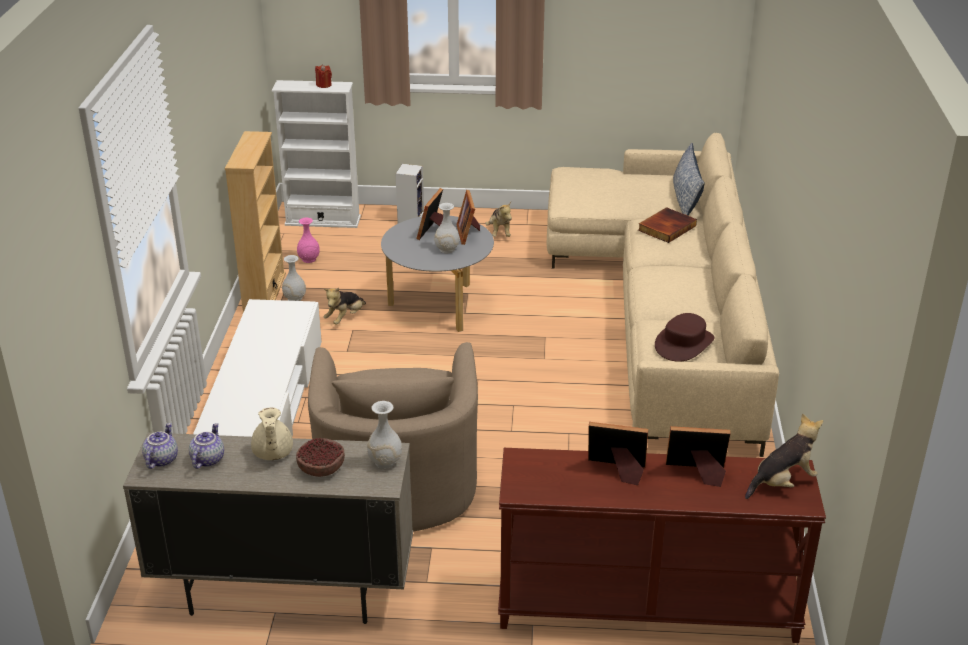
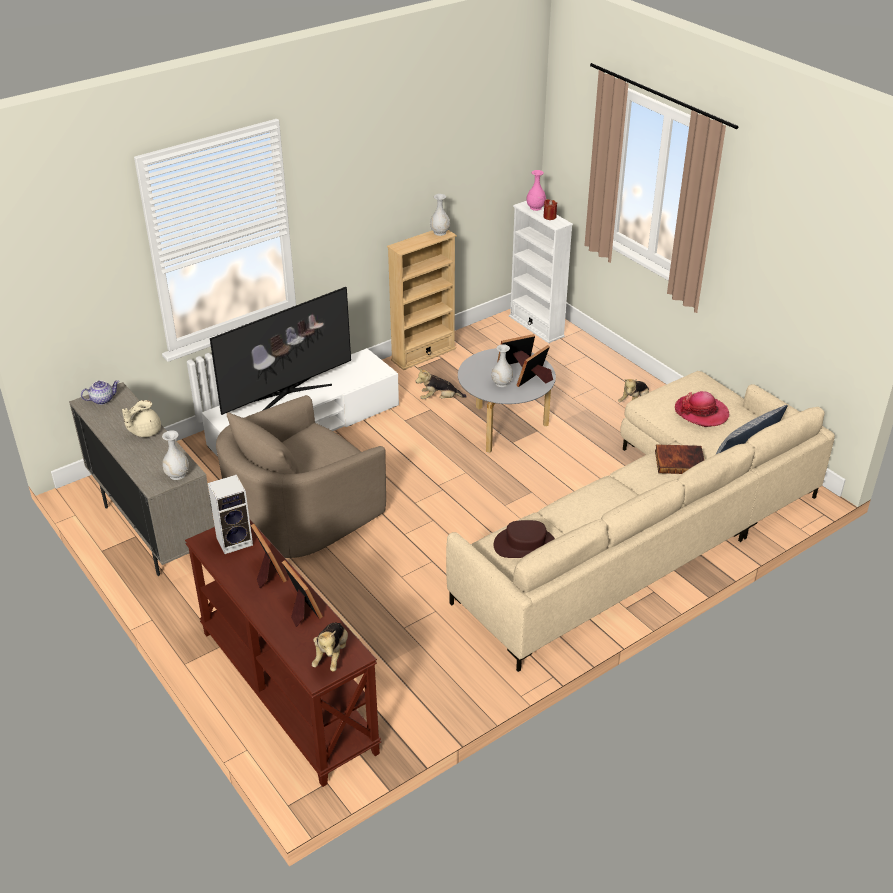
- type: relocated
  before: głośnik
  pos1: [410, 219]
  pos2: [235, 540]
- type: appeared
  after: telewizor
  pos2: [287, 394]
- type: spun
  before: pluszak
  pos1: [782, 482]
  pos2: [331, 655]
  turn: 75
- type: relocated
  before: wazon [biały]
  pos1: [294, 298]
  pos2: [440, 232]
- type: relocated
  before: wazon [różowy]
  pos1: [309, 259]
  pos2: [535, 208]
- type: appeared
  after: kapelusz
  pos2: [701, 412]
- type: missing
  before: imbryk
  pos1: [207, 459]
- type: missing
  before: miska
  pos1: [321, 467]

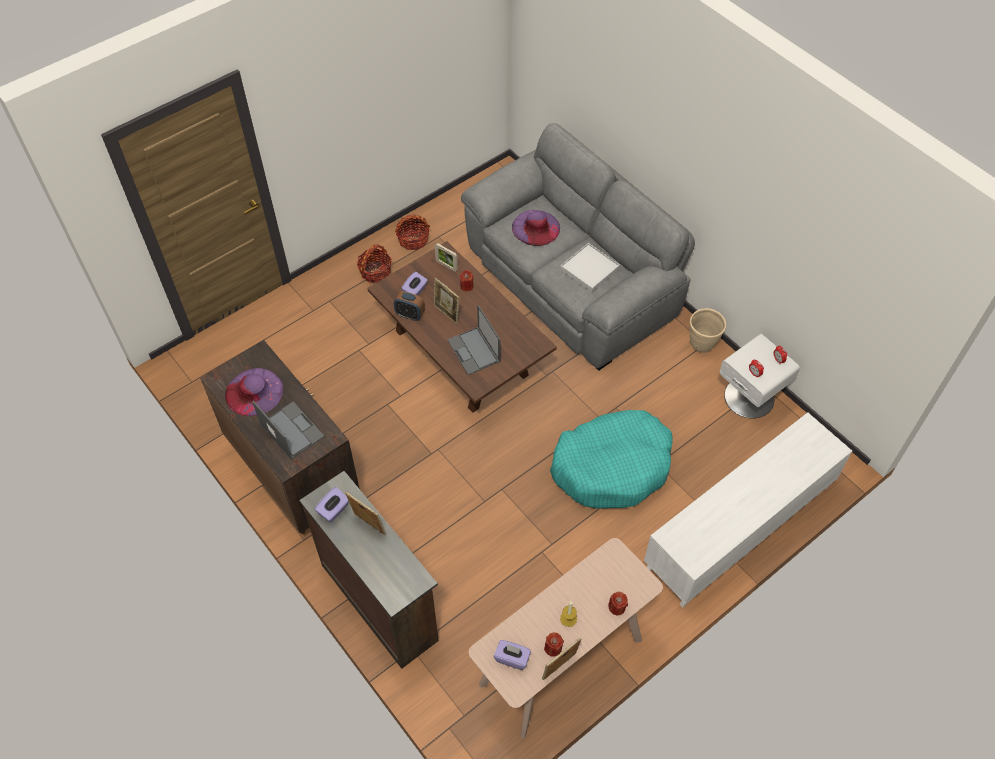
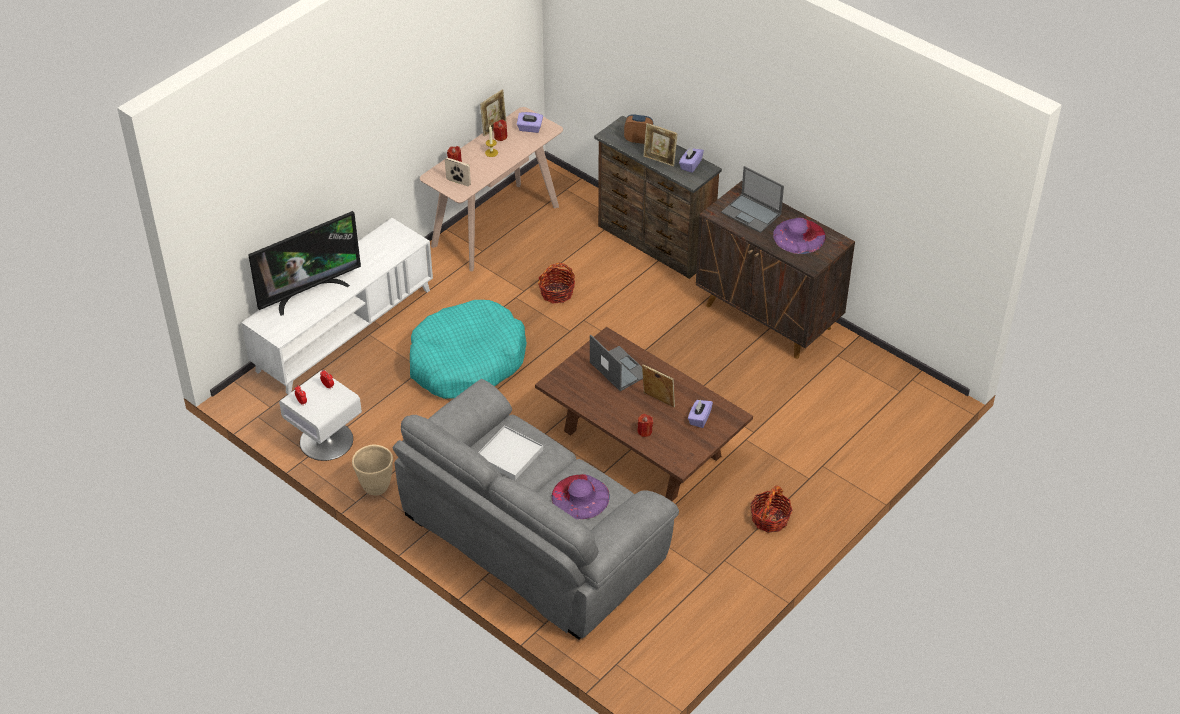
- type: appeared
  after: telewizor
  pos2: [308, 292]
- type: relocated
  before: ramka na zdjęcie
  pos1: [446, 266]
  pos2: [458, 182]
- type: relocated
  before: koszyk
  pos1: [413, 240]
  pos2: [557, 293]
- type: relocated
  before: budzik
  pos1: [410, 315]
  pos2: [638, 139]

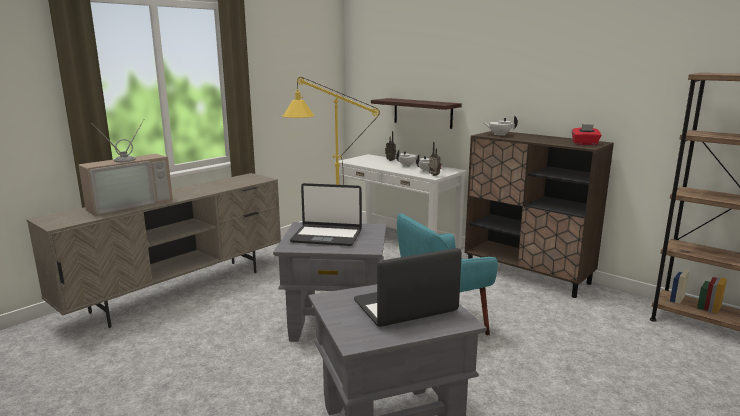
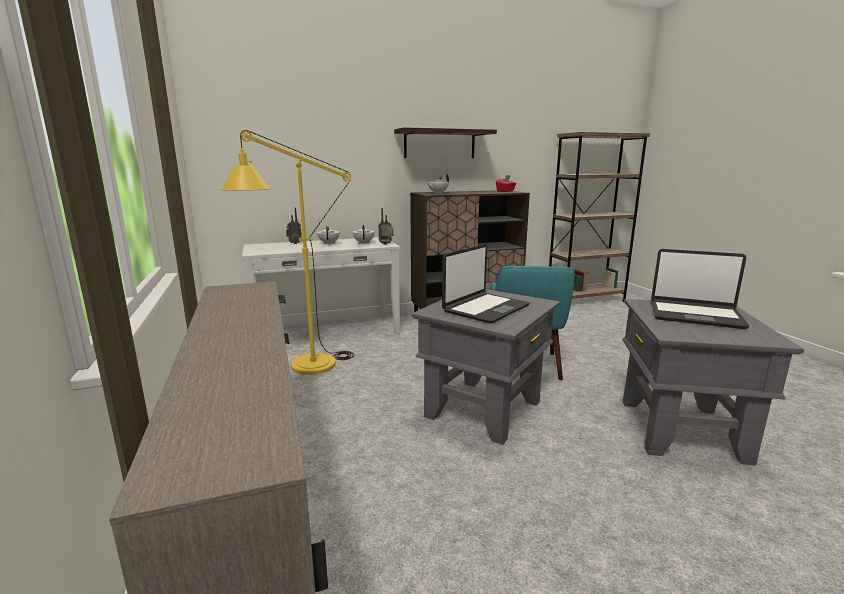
- type: relocated
  before: półka
  pos1: [422, 113]
  pos2: [439, 144]
- type: spun
  before: laptop
  pos1: [405, 307]
  pos2: [695, 315]
  turn: -75
- type: missing
  before: telewizor
  pos1: [129, 204]

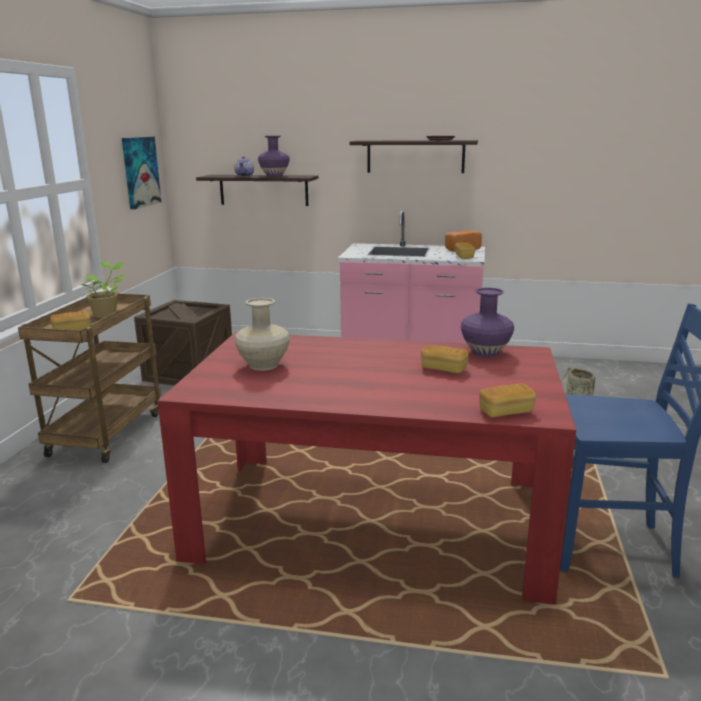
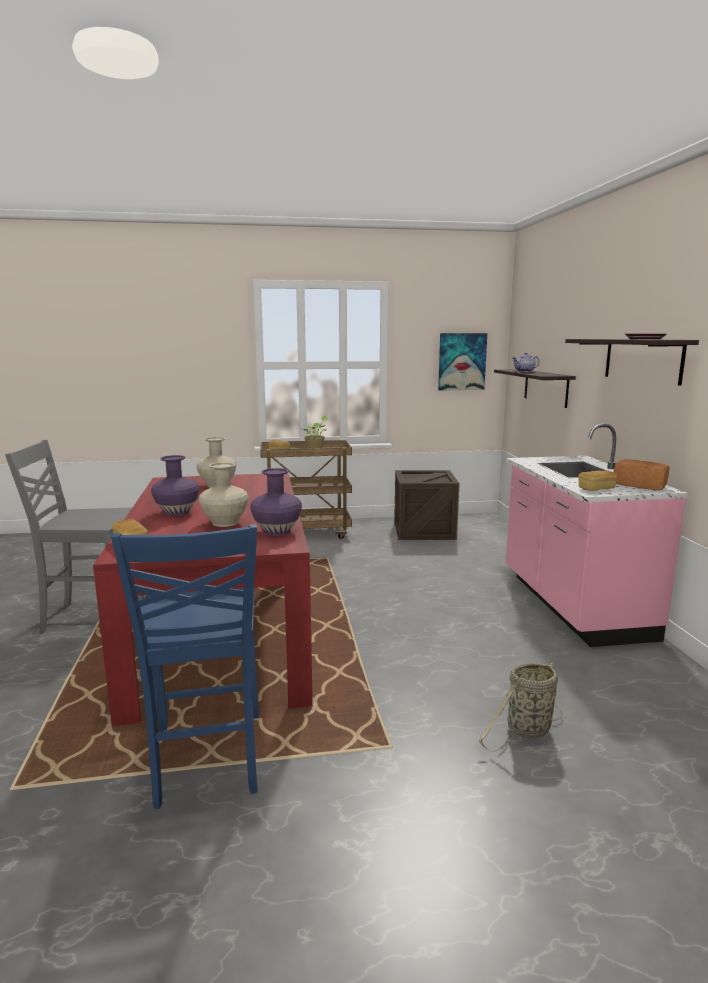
- type: appeared
  after: krzesło [szary]
  pos2: [91, 616]
- type: relocated
  before: wazon [fioletowy]
  pos1: [274, 175]
  pos2: [177, 512]
- type: exchanged
  before: chleb
  after: wazon [beżowy]
  pos1: [444, 369]
  pos2: [225, 522]

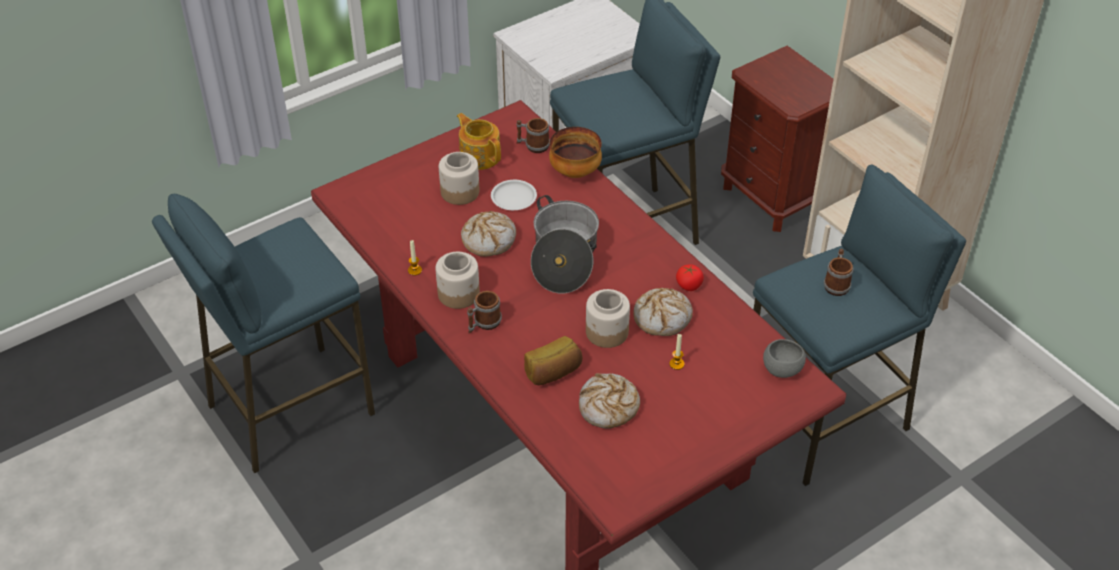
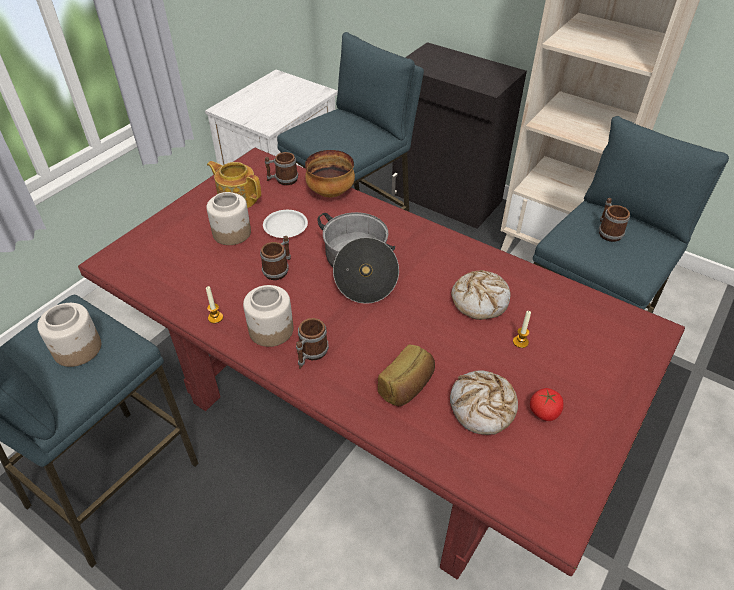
- type: relocated
  before: słoik
  pos1: [607, 332]
  pos2: [77, 349]
- type: exchanged
  before: chleb
  after: kubek
  pos1: [489, 239]
  pos2: [279, 269]
- type: exchanged
  before: szafka nocna [brązowy]
  after: szafka [czarny]
  pos1: [772, 197]
  pos2: [446, 198]
- type: relocated
  before: pomidor
  pos1: [689, 285]
  pos2: [544, 412]
- type: missing
  before: miska [szary]
  pos1: [782, 370]

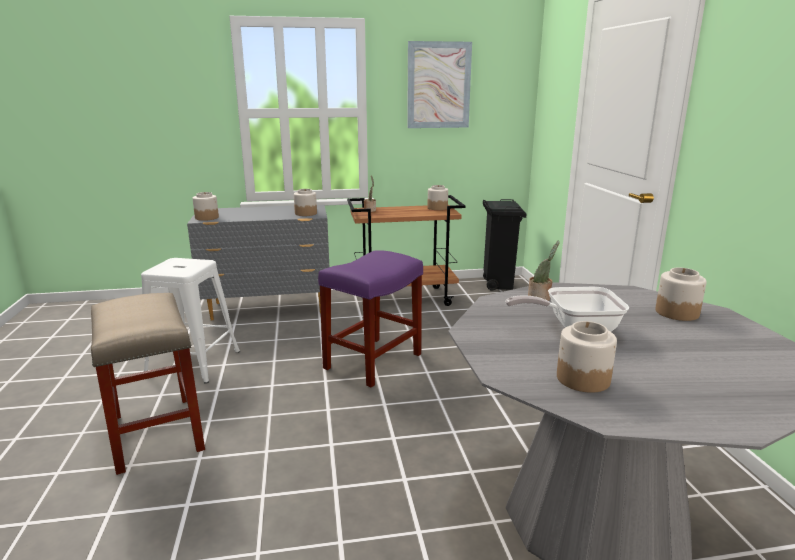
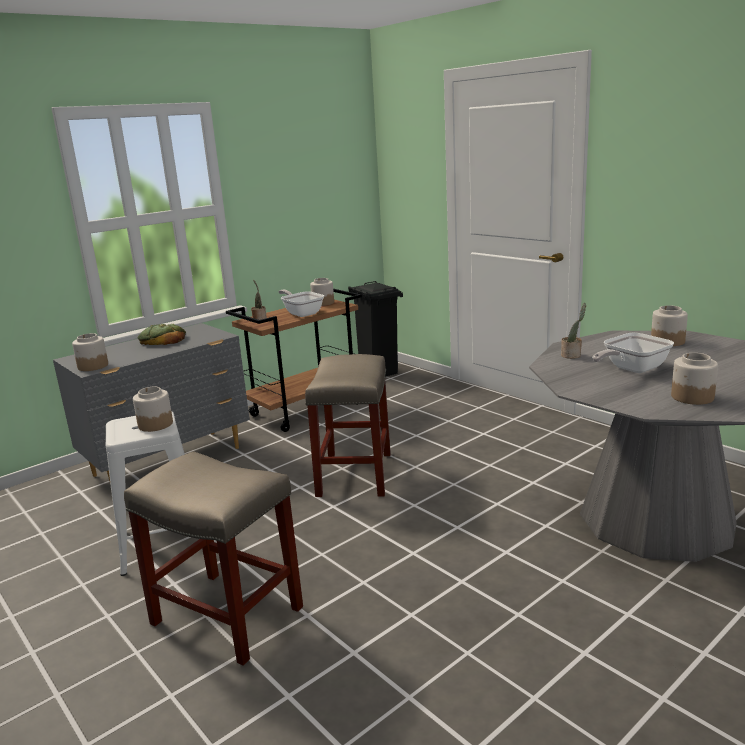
- type: relocated
  before: słoik
  pos1: [306, 213]
  pos2: [155, 424]
- type: appeared
  after: chleb
  pos2: [163, 340]
- type: appeared
  after: patelnia
  pos2: [301, 313]
- type: colour
  before: stołek [fioletowy]
  after: stołek [beżowy]
  pos1: [373, 360]
  pos2: [354, 473]
- type: missing
  before: obraz
  pos1: [438, 85]

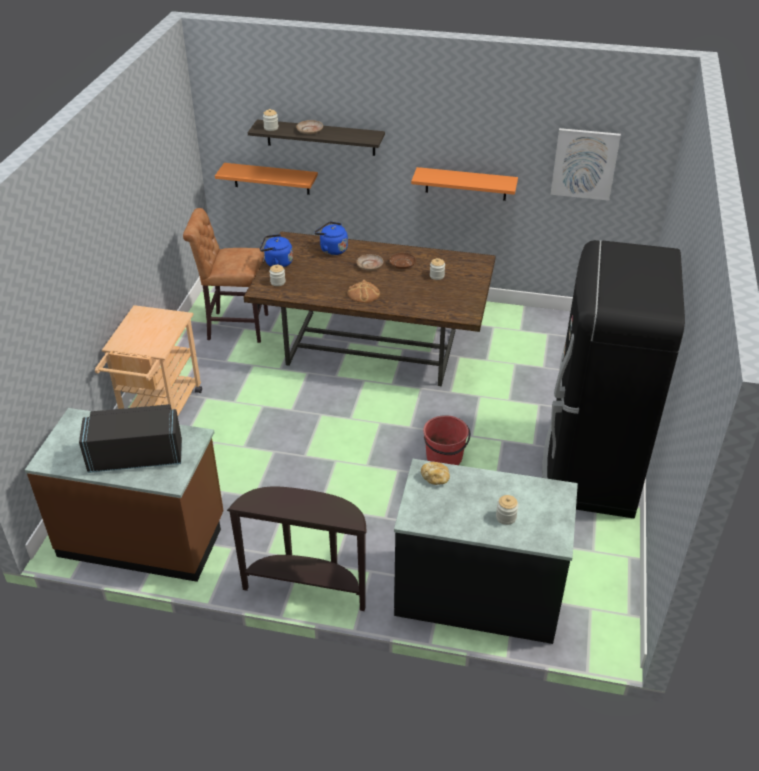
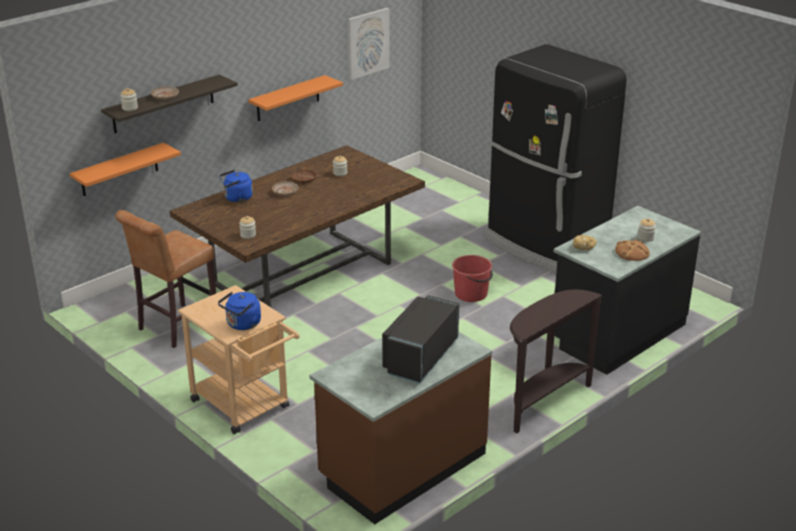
- type: relocated
  before: czajnik [niebieski]
  pos1: [277, 263]
  pos2: [242, 325]
- type: relocated
  before: chleb
  pos1: [364, 294]
  pos2: [632, 252]

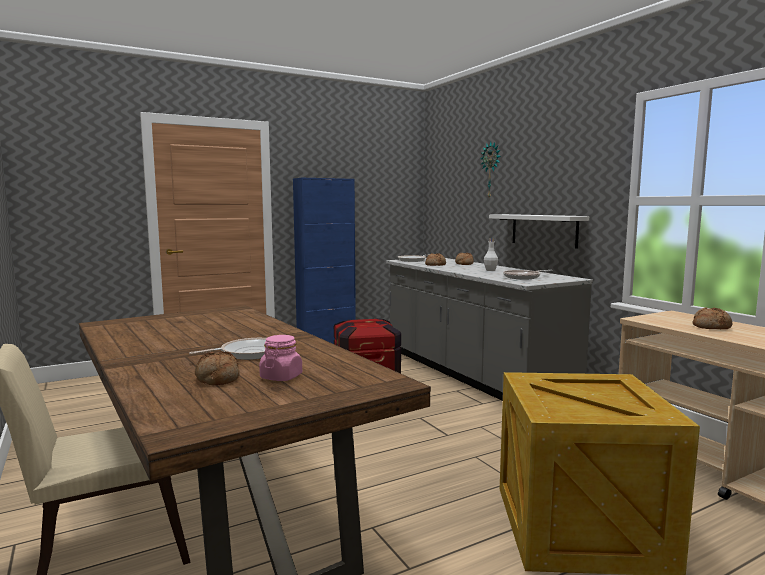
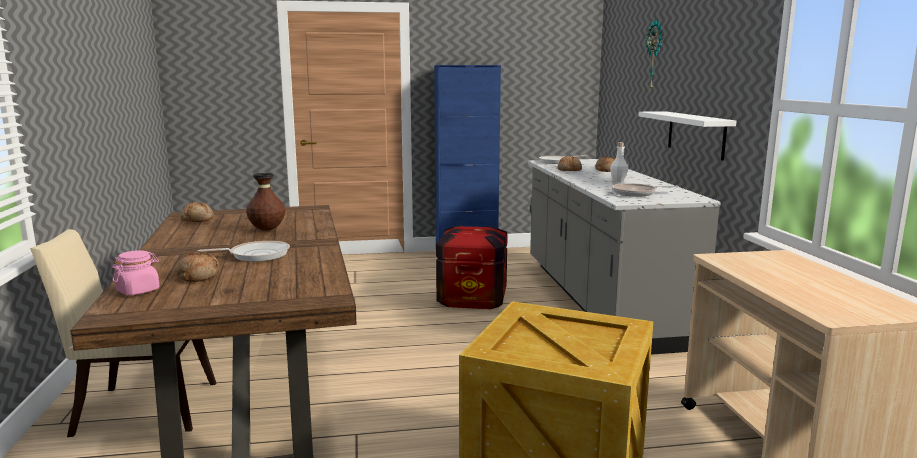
- type: relocated
  before: słoik [różowy]
  pos1: [281, 377]
  pos2: [138, 291]
- type: relocated
  before: chleb
  pos1: [711, 327]
  pos2: [197, 219]
- type: appeared
  after: wazon [brązowy]
  pos2: [267, 230]

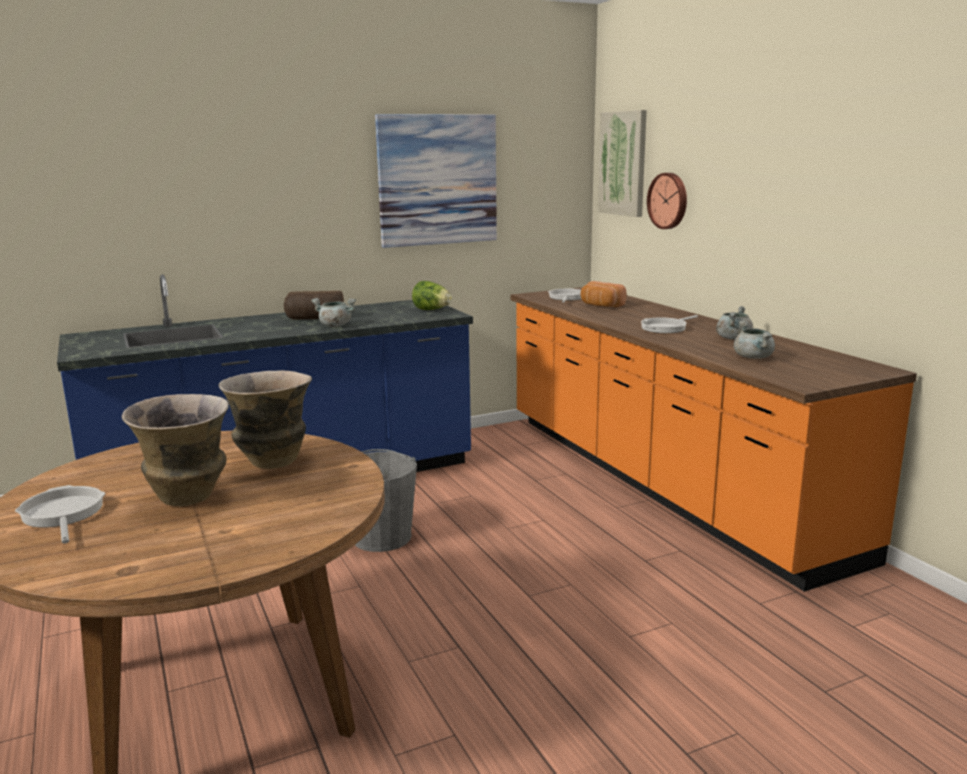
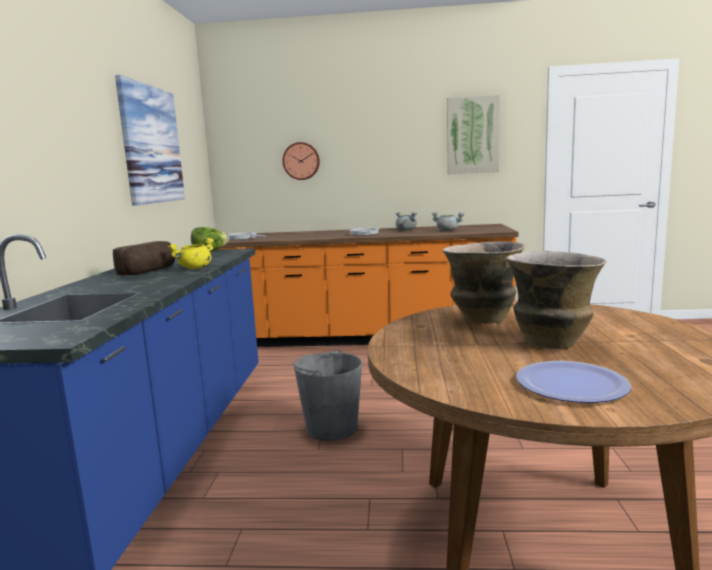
- type: colour
  before: garnek [szary]
  after: garnek [żółty]
  pos1: [334, 326]
  pos2: [195, 268]
- type: relocated
  before: obraz
  pos1: [623, 163]
  pos2: [472, 135]
- type: exchanged
  before: patelnia
  after: talerz
  pos1: [62, 514]
  pos2: [571, 384]
- type: missing
  before: chleb
  pos1: [600, 306]

